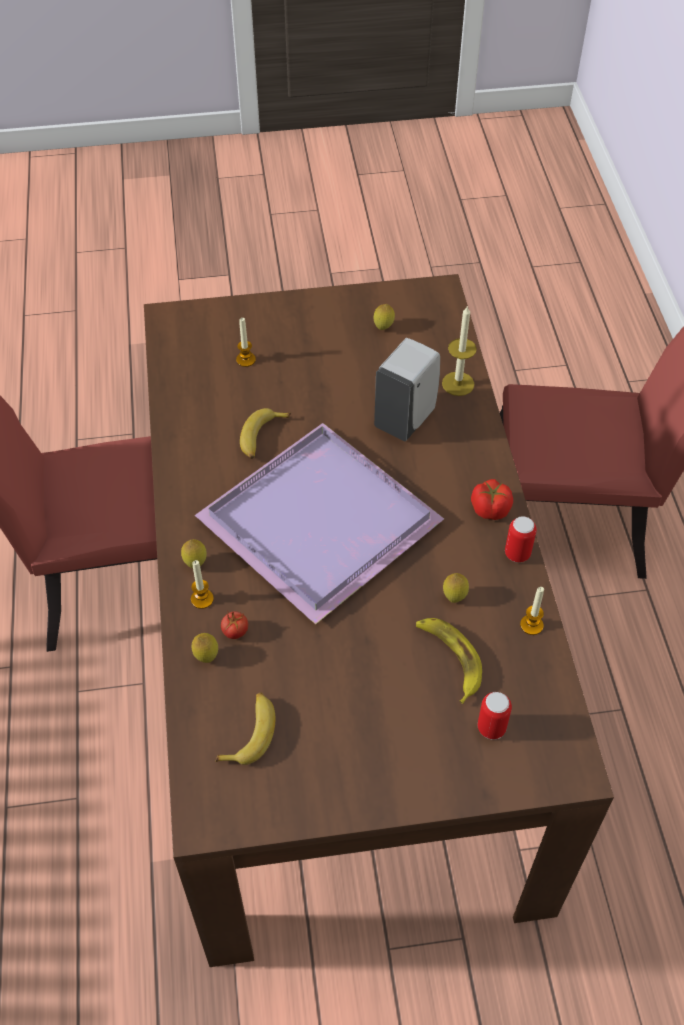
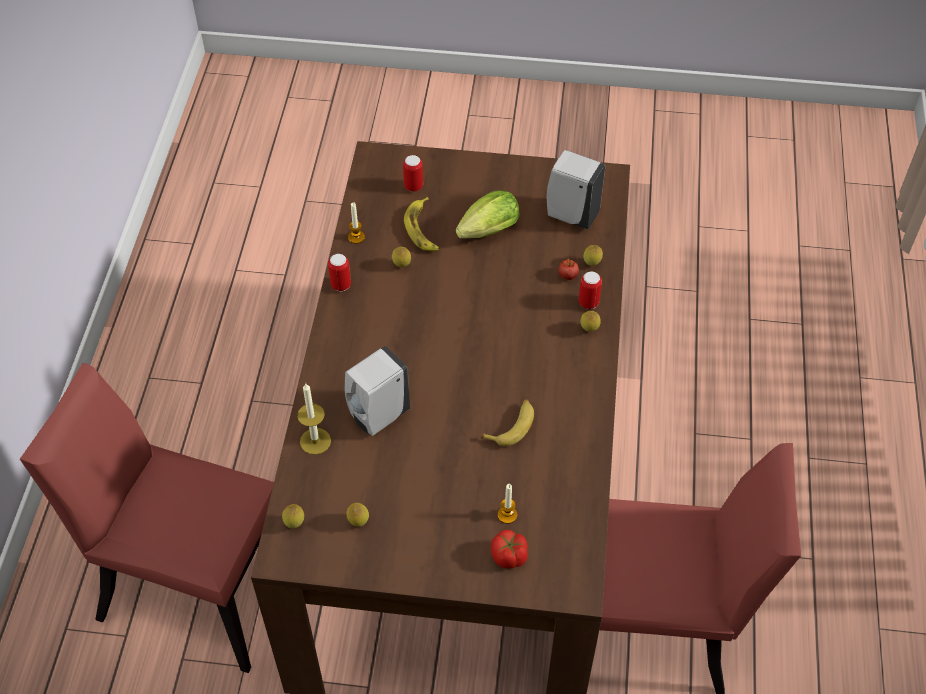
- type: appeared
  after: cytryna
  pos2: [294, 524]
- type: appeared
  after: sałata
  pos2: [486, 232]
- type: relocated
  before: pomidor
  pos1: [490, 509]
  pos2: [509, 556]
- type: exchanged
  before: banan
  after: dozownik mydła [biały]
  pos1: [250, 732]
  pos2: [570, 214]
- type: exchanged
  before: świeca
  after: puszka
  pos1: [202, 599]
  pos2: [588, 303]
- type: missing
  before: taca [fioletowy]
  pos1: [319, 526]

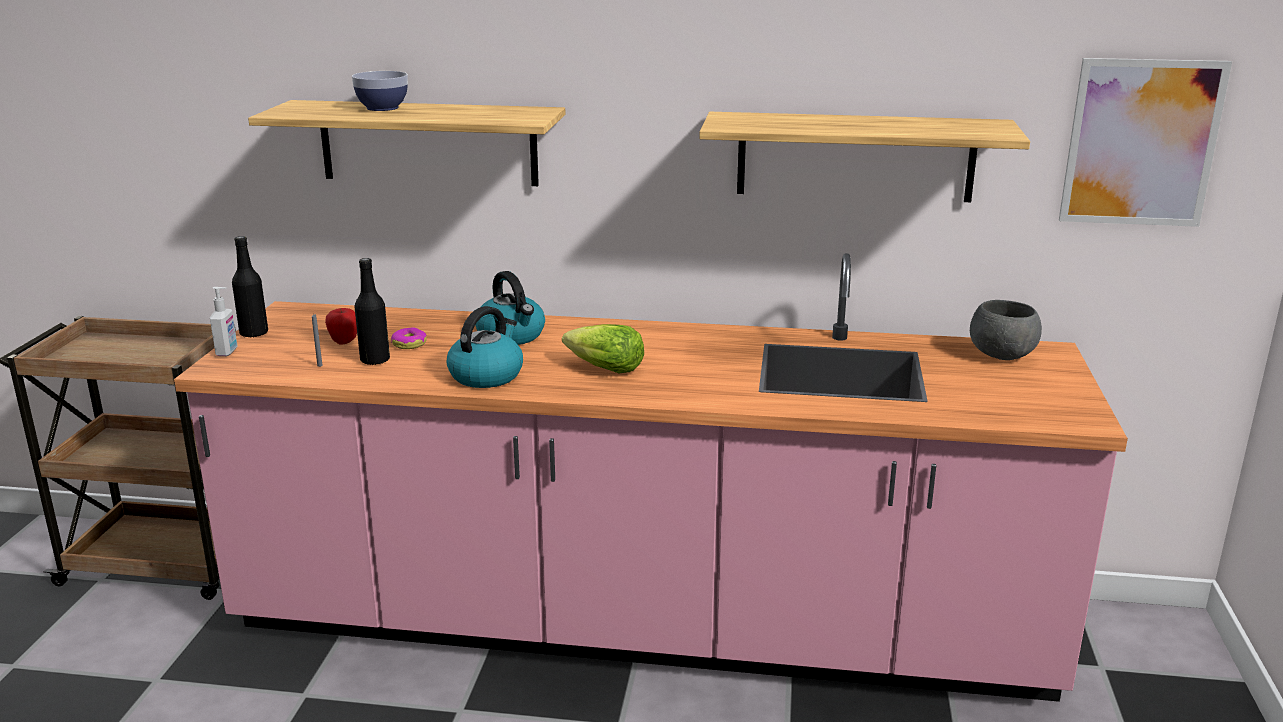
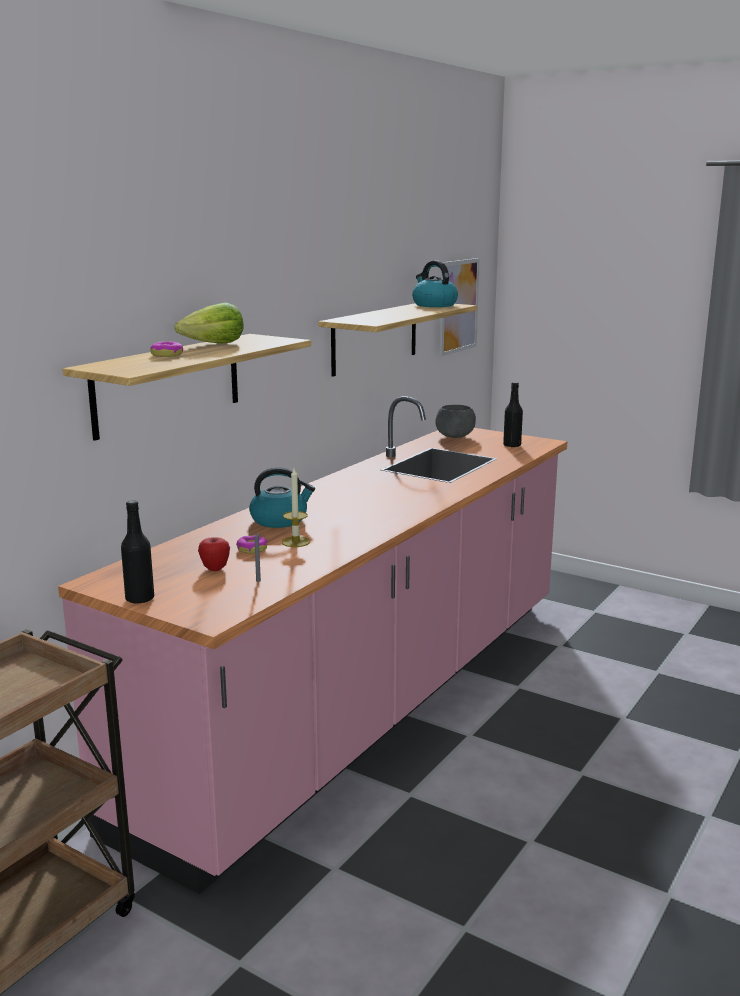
- type: exchanged
  before: miska
  after: donut
  pos1: [382, 108]
  pos2: [167, 355]
- type: relocated
  before: sałata
  pos1: [604, 369]
  pos2: [214, 344]
- type: appeared
  after: świeca
  pos2: [295, 542]
- type: relocated
  before: czajnik
  pos1: [486, 375]
  pos2: [433, 305]
- type: relocated
  before: butelka [czarny]
  pos1: [375, 360]
  pos2: [512, 445]
- type: missing
  before: dozownik mydła
  pos1: [227, 352]

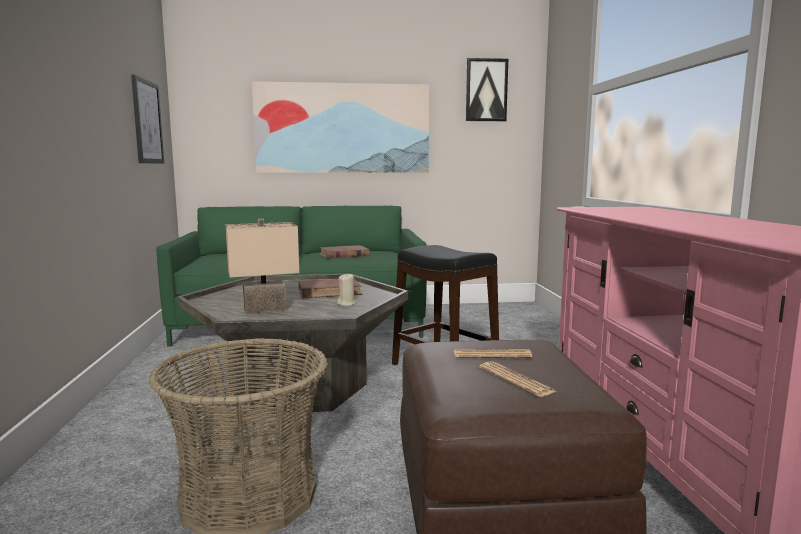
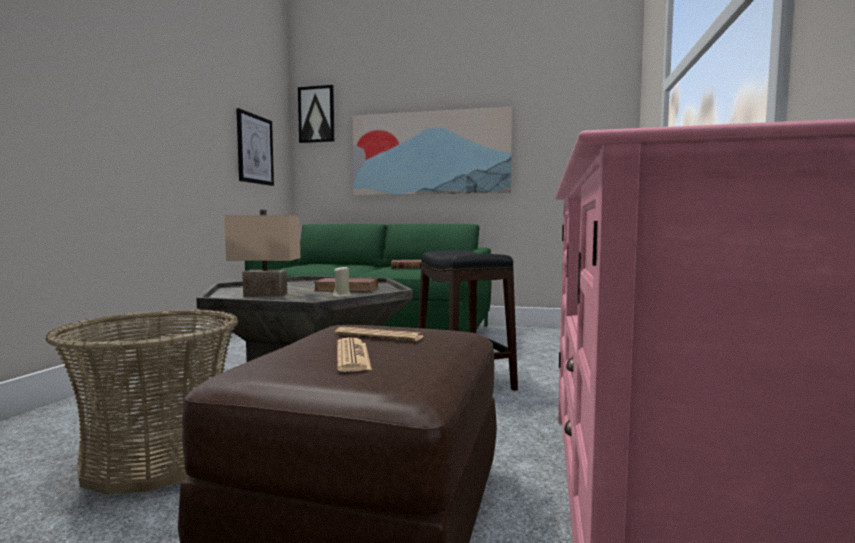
- type: relocated
  before: obraz
  pos1: [486, 90]
  pos2: [316, 114]

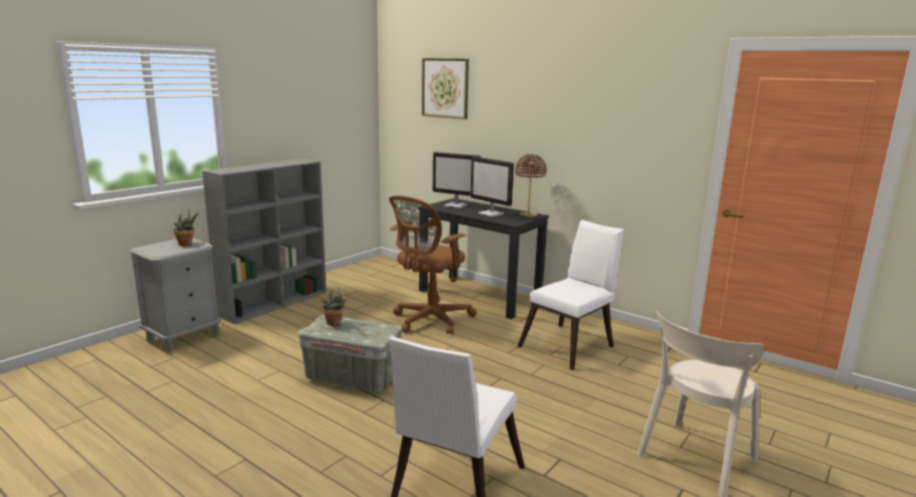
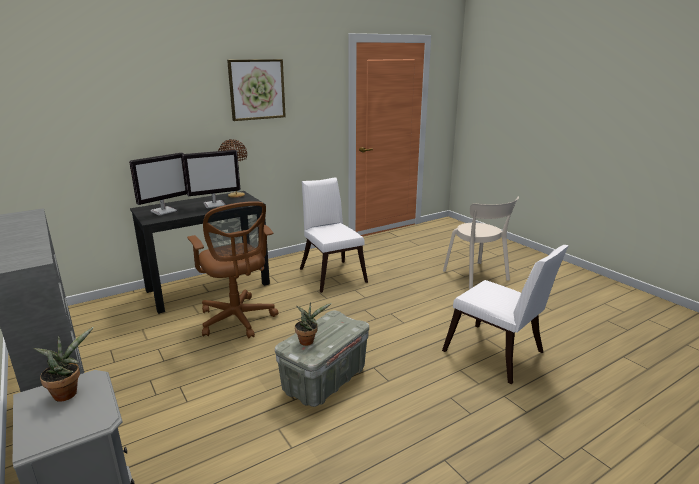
- type: relocated
  before: obraz
  pos1: [445, 88]
  pos2: [257, 89]

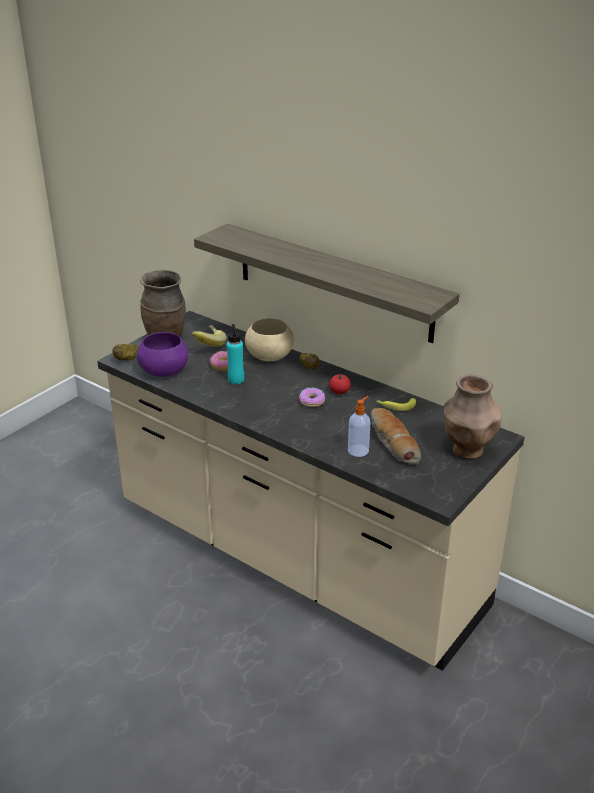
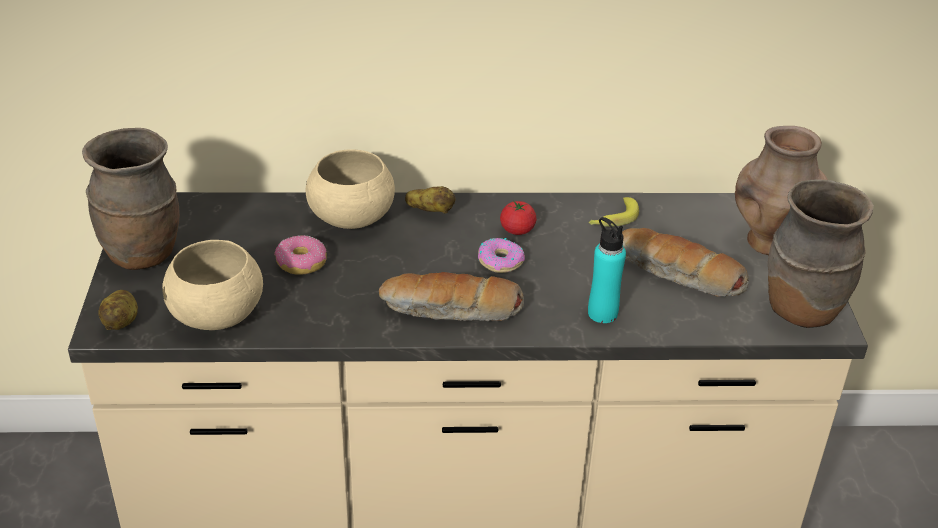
- type: colour
  before: miska [fioletowy]
  after: miska [beżowy]
  pos1: [164, 372]
  pos2: [218, 316]
- type: appeared
  after: chleb
  pos2: [451, 310]
- type: relocated
  before: butelka [turkusowy]
  pos1: [236, 380]
  pos2: [602, 313]
- type: appeared
  after: wazon [brązowy]
  pos2: [801, 309]
- type: missing
  before: banan
  pos1: [207, 345]
- type: missing
  before: półka
  pos1: [333, 282]
- type: missing
  before: dozownik mydła
  pos1: [358, 450]

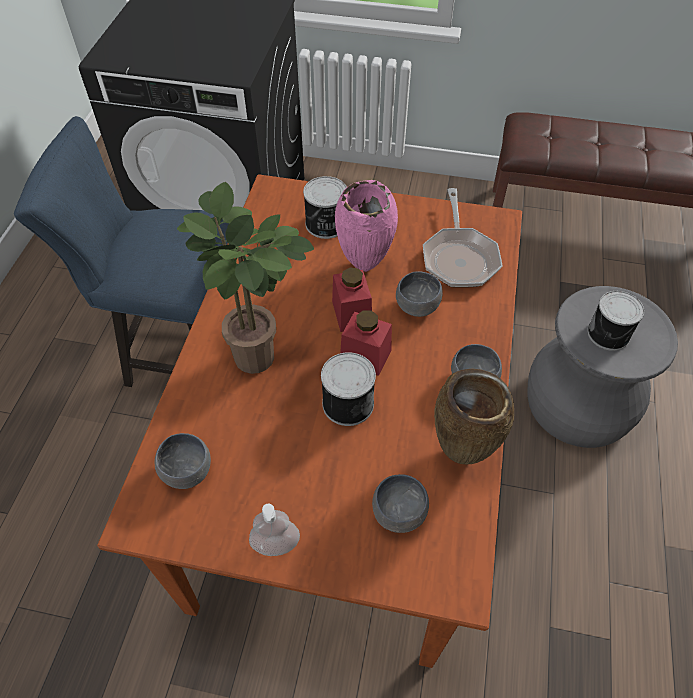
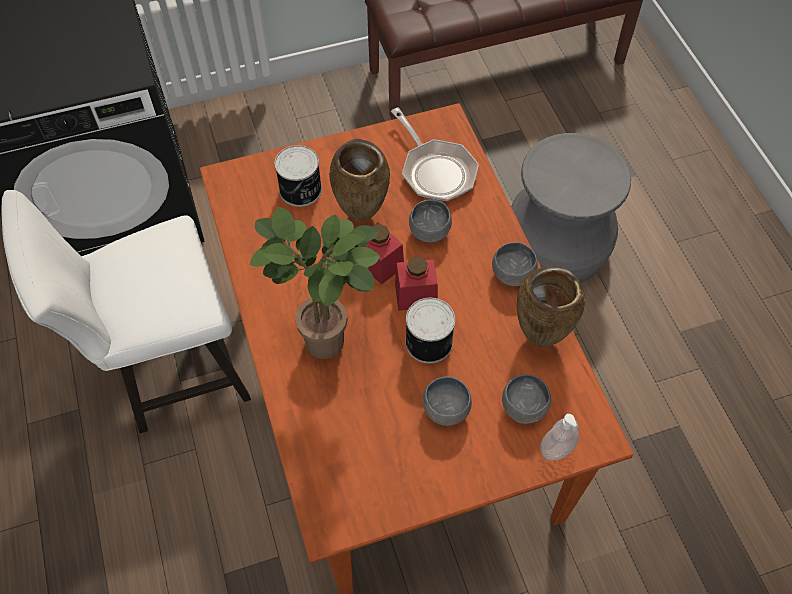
- type: colour
  before: krzesło [niebieski]
  after: krzesło [biały]
  pos1: [179, 349]
  pos2: [169, 371]
- type: colour
  before: wazon [różowy]
  after: wazon [brązowy]
  pos1: [365, 266]
  pos2: [362, 215]
- type: relocated
  before: miska [szary]
  pos1: [189, 472]
  pos2: [447, 409]
- type: relocated
  before: dozownik mydła
  pos1: [275, 544]
  pos2: [557, 448]
- type: missing
  before: puszka
  pos1: [609, 334]

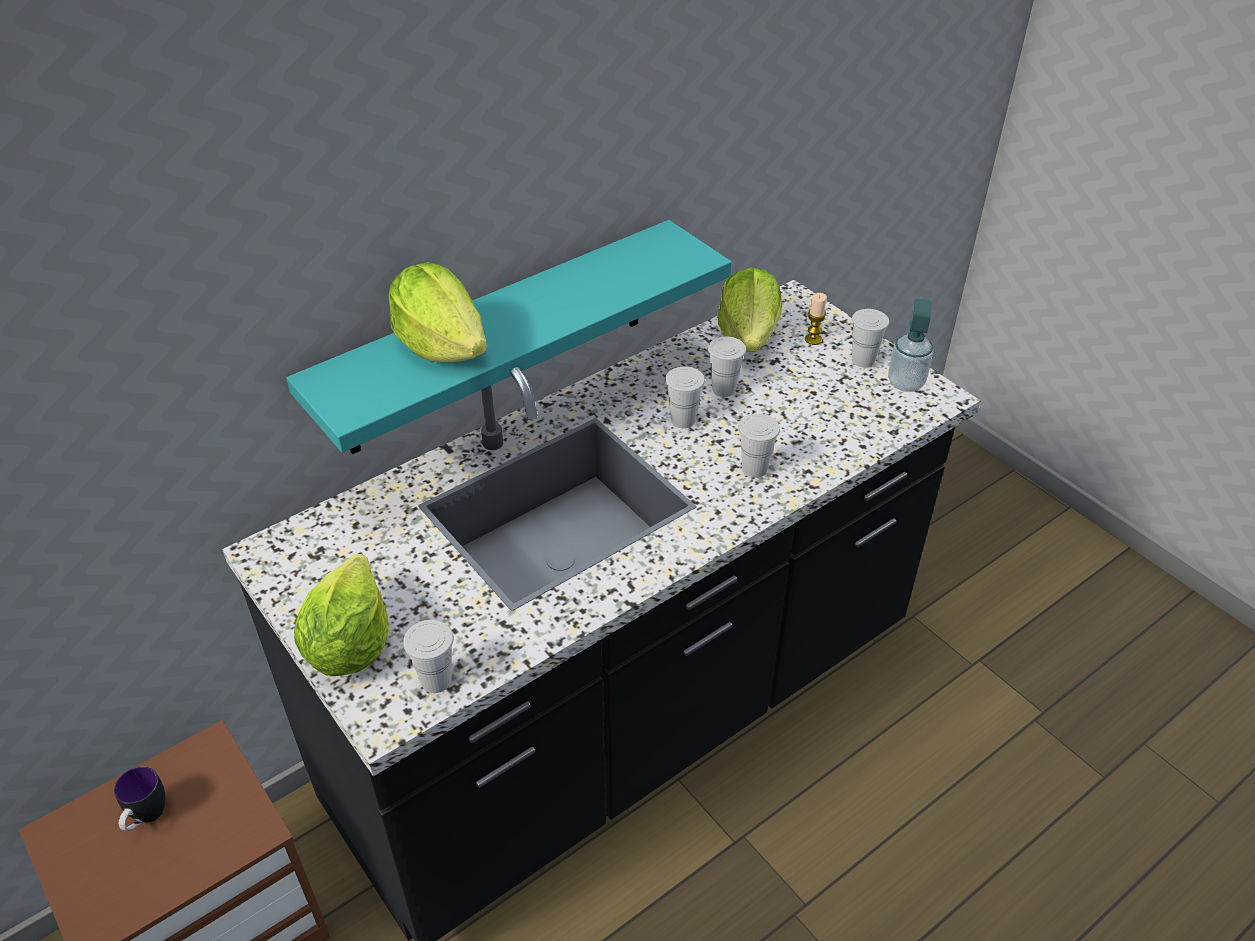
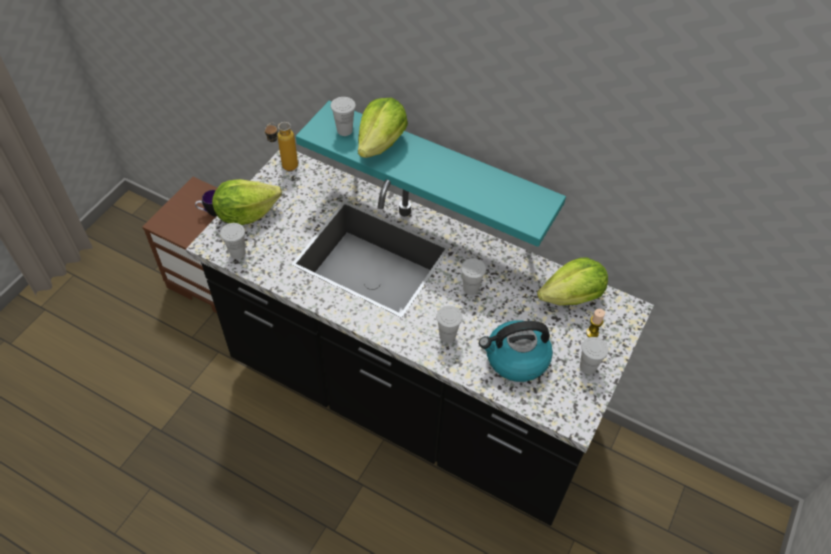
- type: appeared
  after: butelka
  pos2: [284, 169]
- type: relocated
  before: filiżanka [biały]
  pos1: [724, 389]
  pos2: [344, 130]
- type: appeared
  after: czajnik
  pos2: [515, 359]
- type: missing
  before: dozownik mydła
  pos1: [905, 383]

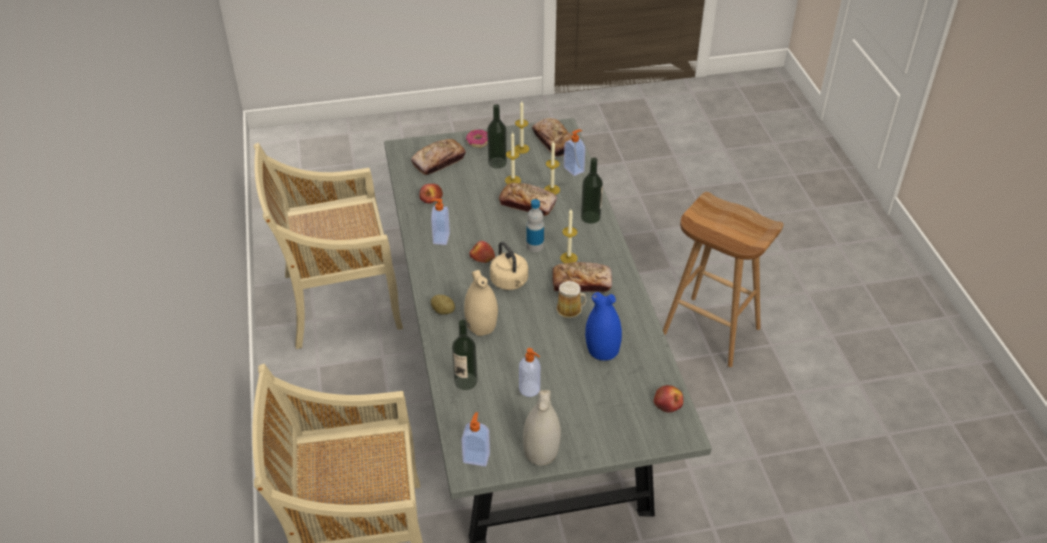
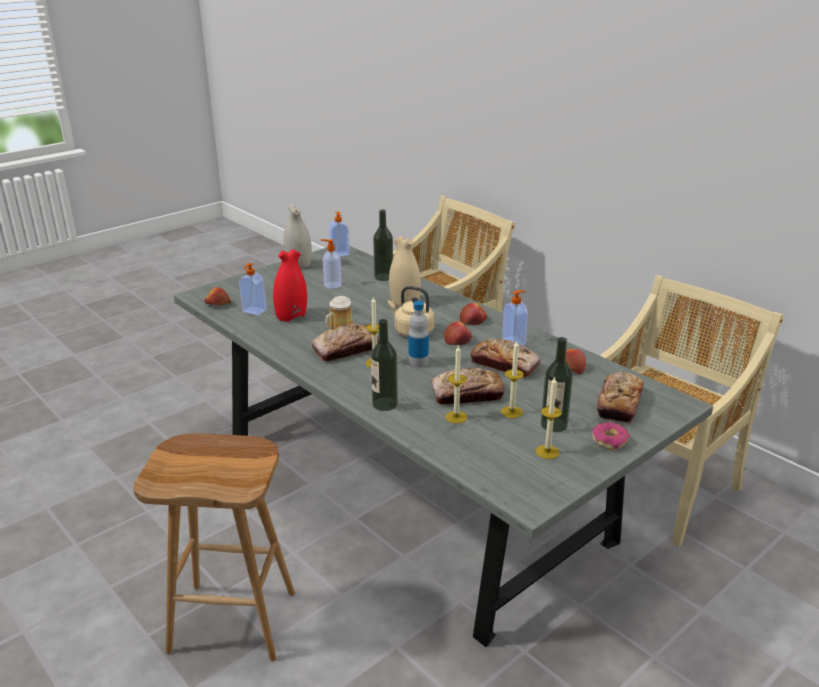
- type: relocated
  before: dozownik mydła
  pos1: [574, 169]
  pos2: [254, 311]
- type: colour
  before: wazon [niebieski]
  after: wazon [czerwony]
  pos1: [602, 350]
  pos2: [291, 316]
- type: appeared
  after: jabłko
  pos2: [473, 320]
- type: relocated
  before: chleb
  pos1: [554, 141]
  pos2: [505, 364]
- type: missing
  before: ziemniak
  pos1: [443, 311]

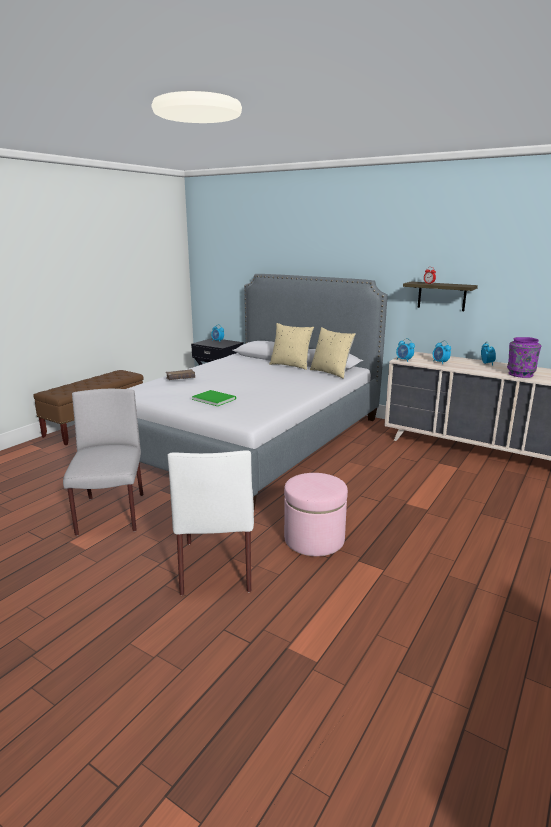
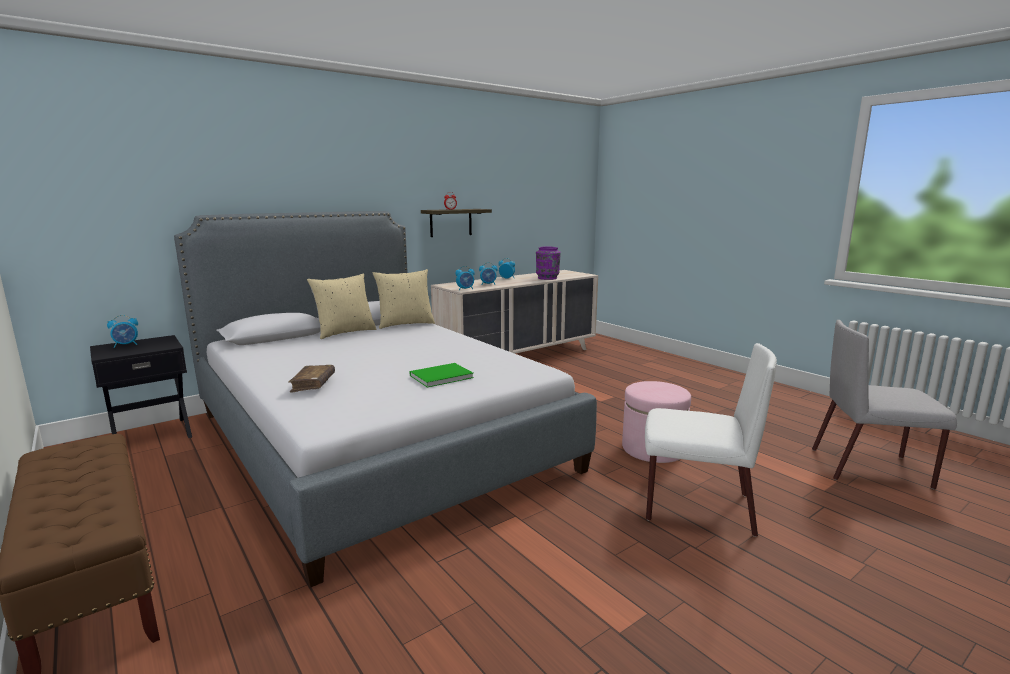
- type: relocated
  before: krzesło [szary]
  pos1: [111, 515]
  pos2: [871, 468]

